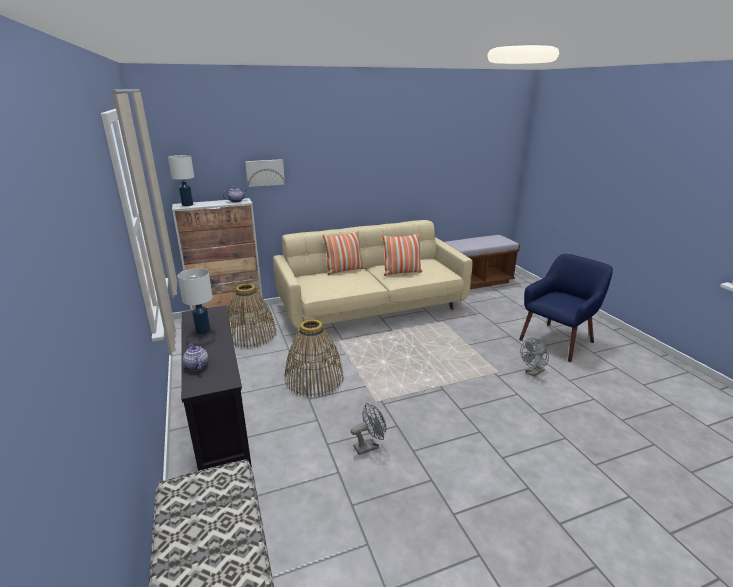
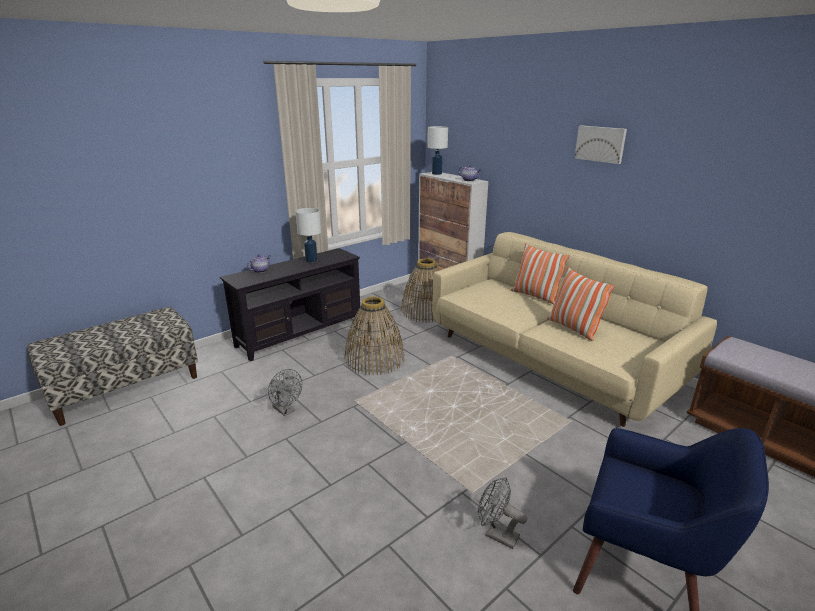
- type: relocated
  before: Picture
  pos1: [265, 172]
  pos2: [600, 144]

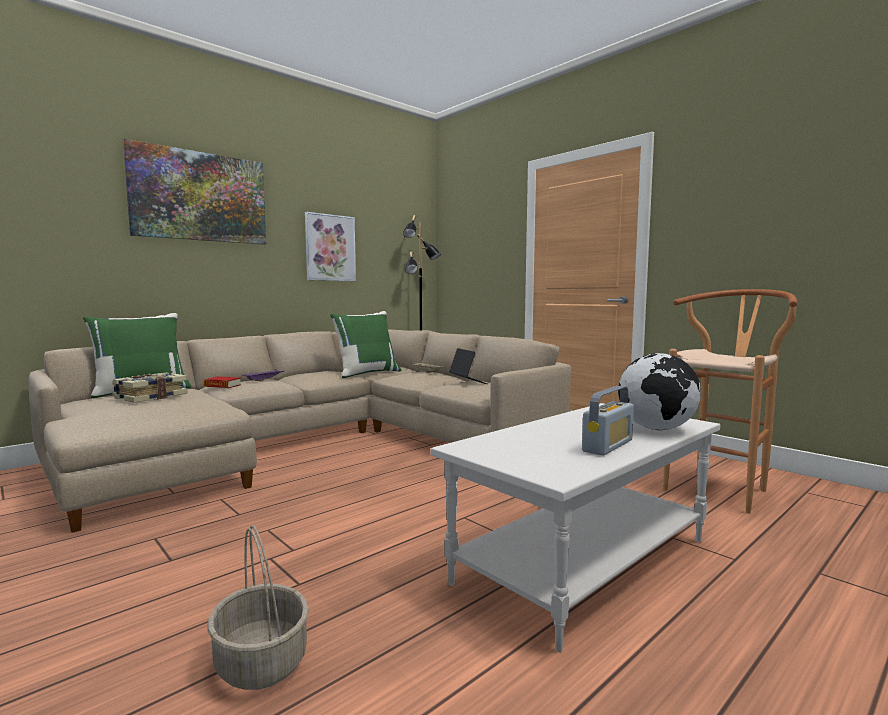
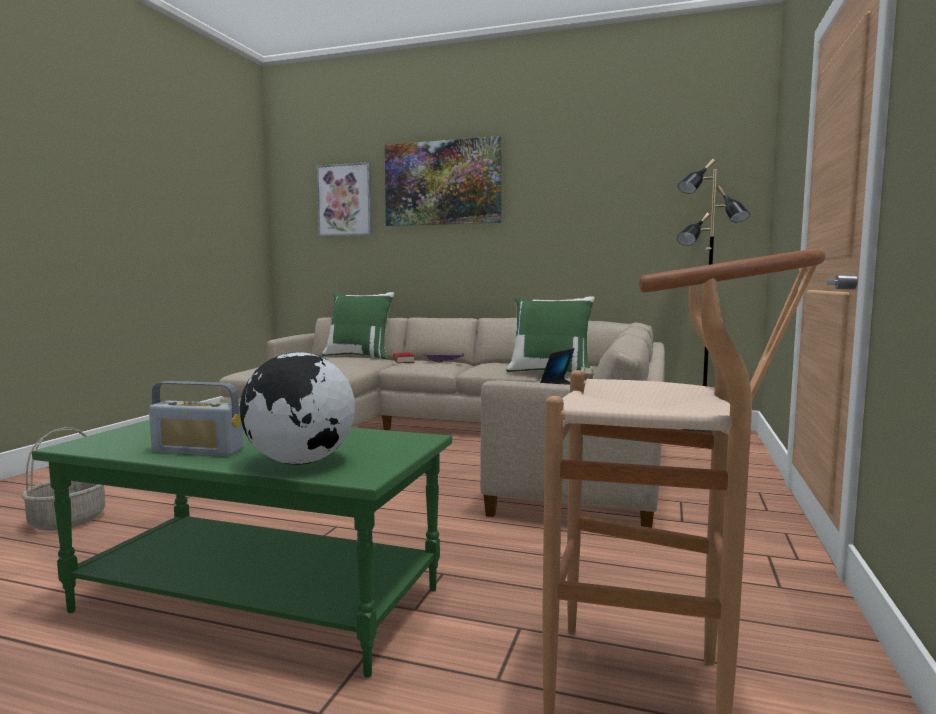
- type: missing
  before: Volume
  pos1: [150, 397]
- type: relocated
  before: Picture
  pos1: [330, 248]
  pos2: [345, 200]
- type: colour
  before: WhiteLoungeTable
  after: GreenColouredLoungeTable
  pos1: [583, 560]
  pos2: [261, 599]

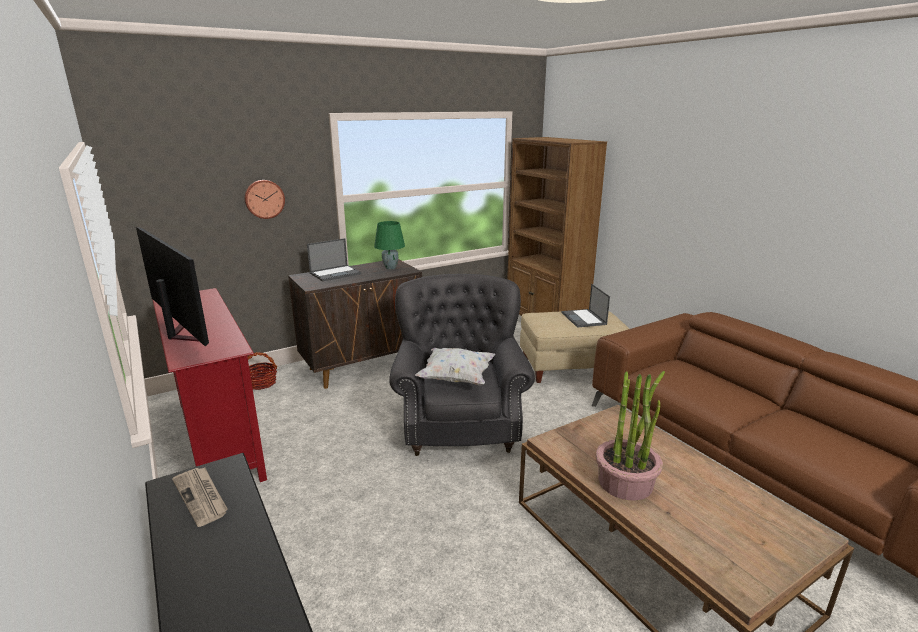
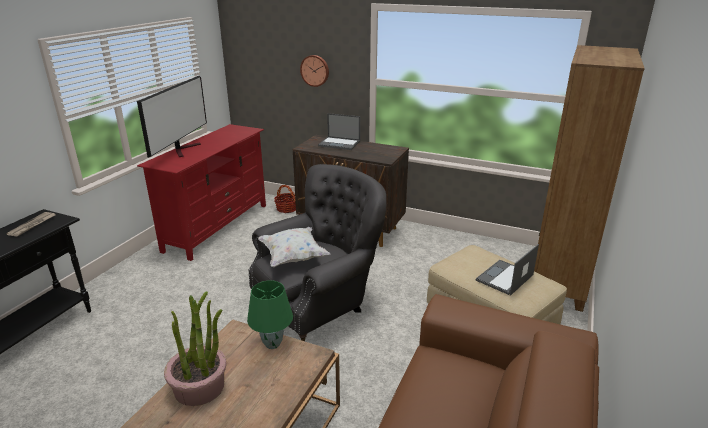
- type: relocated
  before: GreenColouredLampForATable
  pos1: [390, 268]
  pos2: [272, 344]

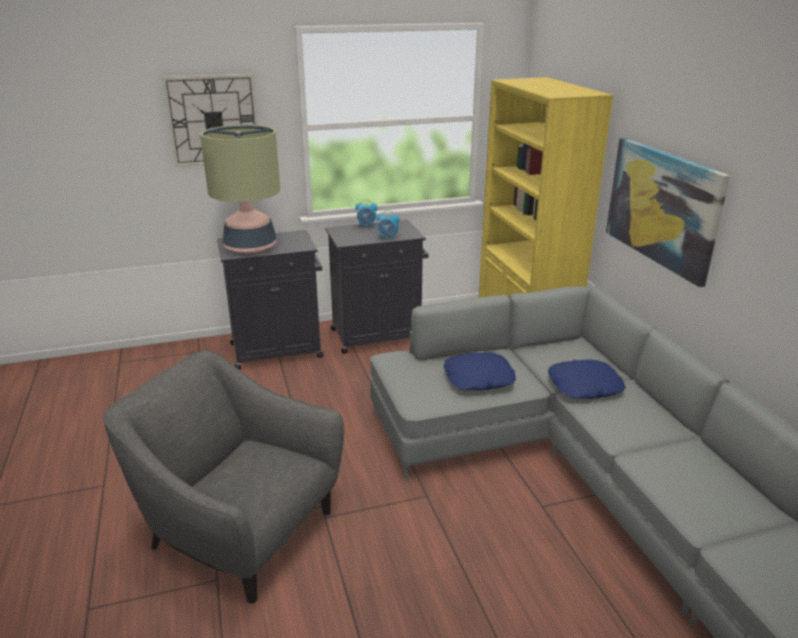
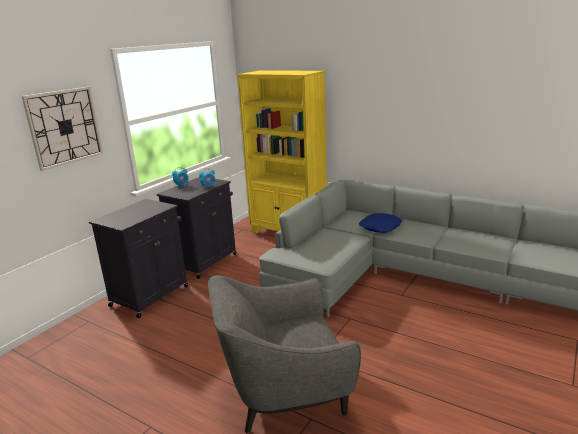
- type: missing
  before: LampForATable
  pos1: [250, 247]
- type: missing
  before: BlueCushion
  pos1: [479, 379]
- type: missing
  before: Picture
  pos1: [662, 207]

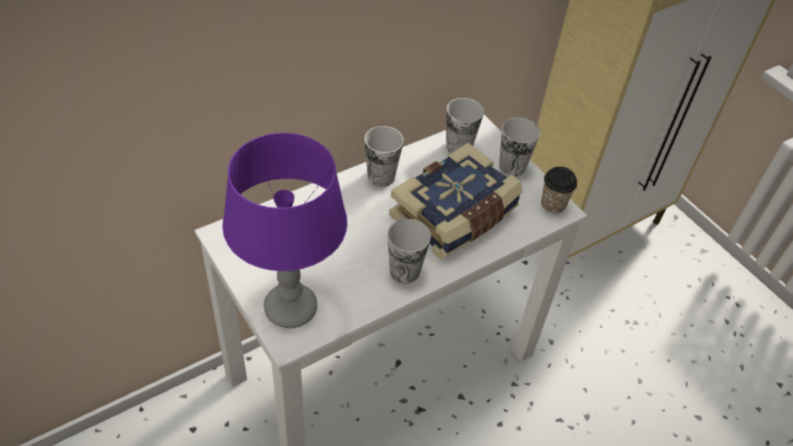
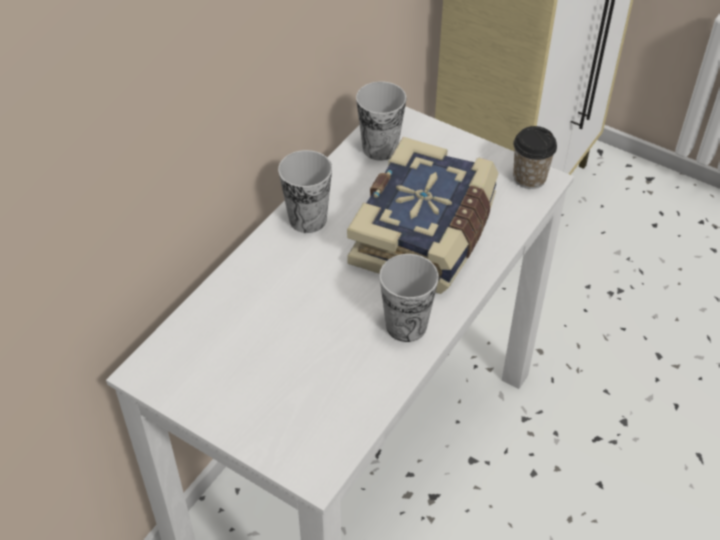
- type: missing
  before: PurplishLampForATable
  pos1: [290, 308]
- type: missing
  before: Cup
  pos1: [512, 167]

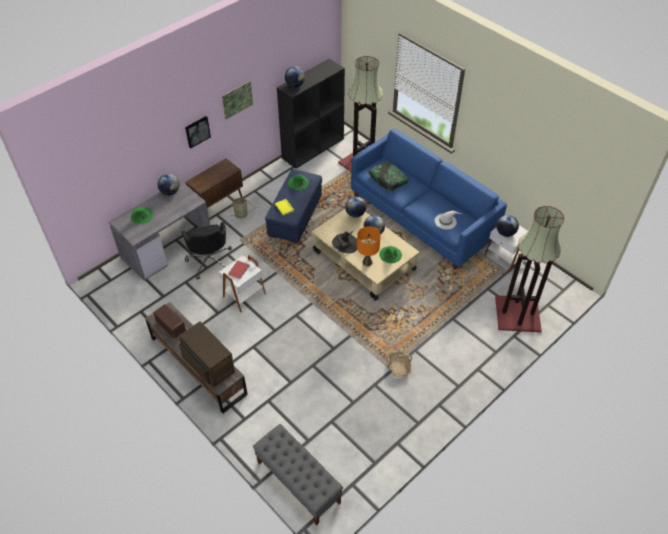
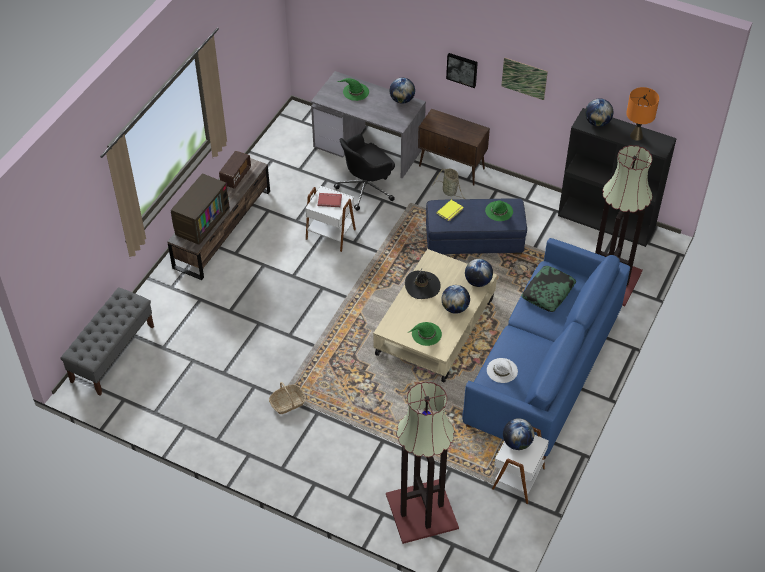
- type: relocated
  before: OrangeColouredLampForATable
  pos1: [367, 262]
  pos2: [636, 136]

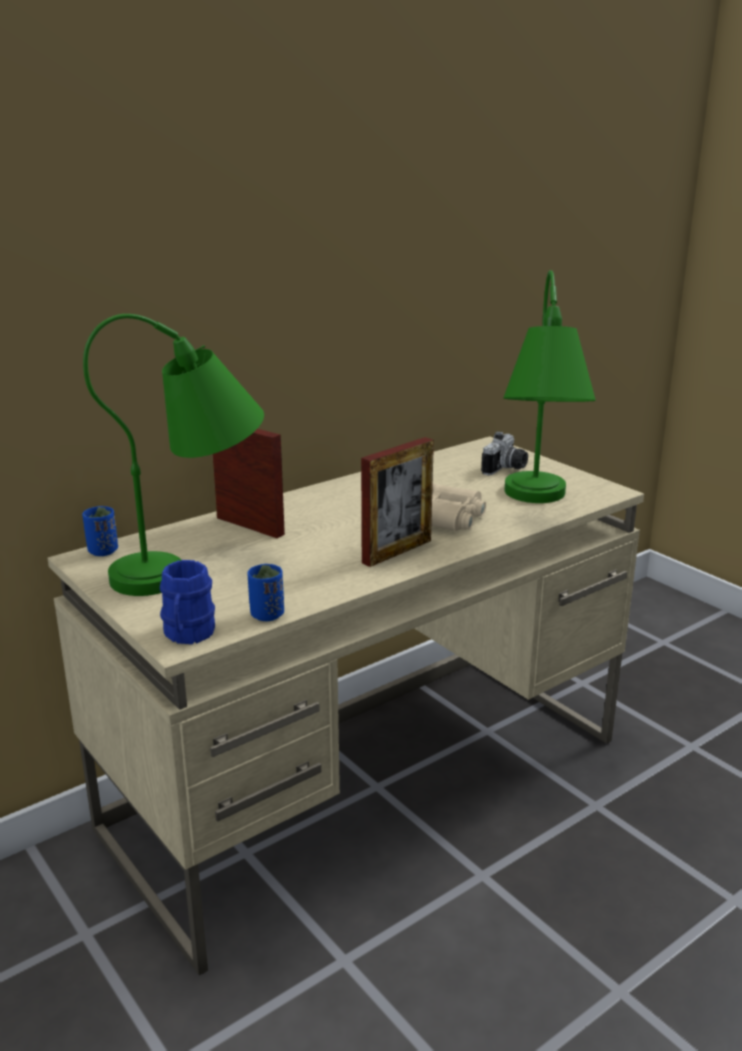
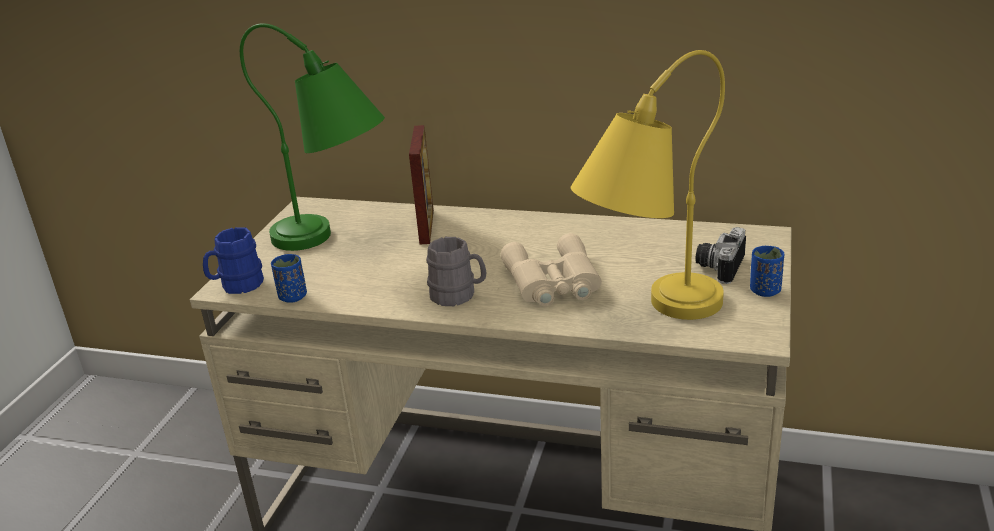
- type: relocated
  before: BlueCup
  pos1: [103, 551]
  pos2: [765, 291]
- type: exchanged
  before: PhotoFrame
  after: GreyishTeaMug
  pos1: [397, 551]
  pos2: [458, 295]
- type: colour
  before: GreenColouredLampForATable
  after: YellowishLampForATable
  pos1: [536, 507]
  pos2: [647, 316]
- type: spun
  before: PhotoCamera
  pos1: [506, 469]
  pos2: [718, 267]
  turn: 120

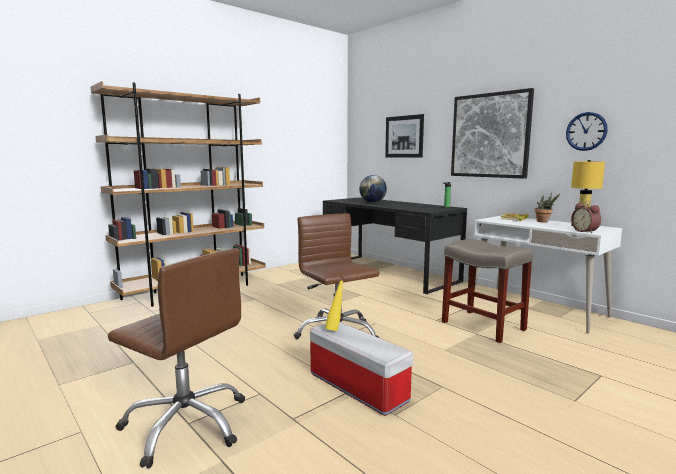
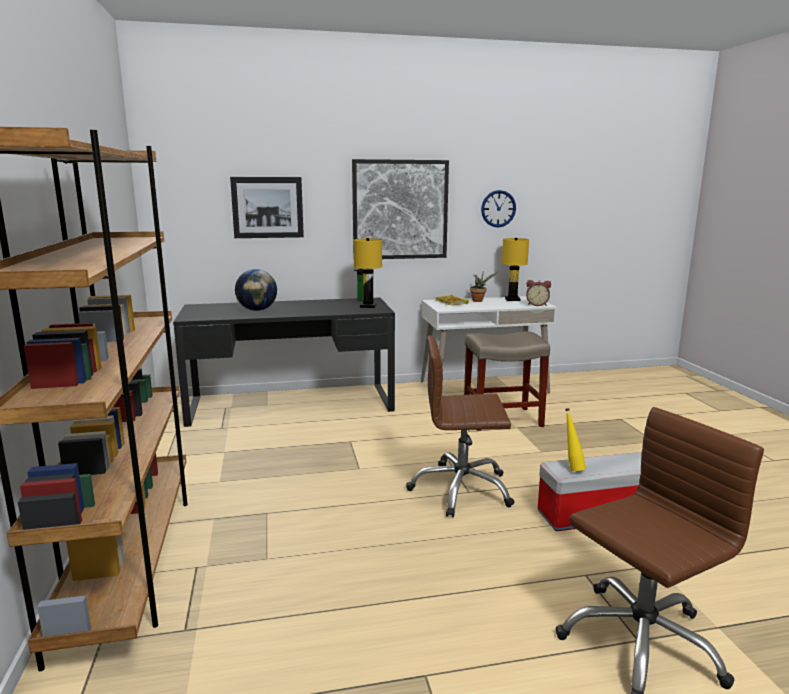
- type: appeared
  after: YellowishLampForATable
  pos2: [368, 306]

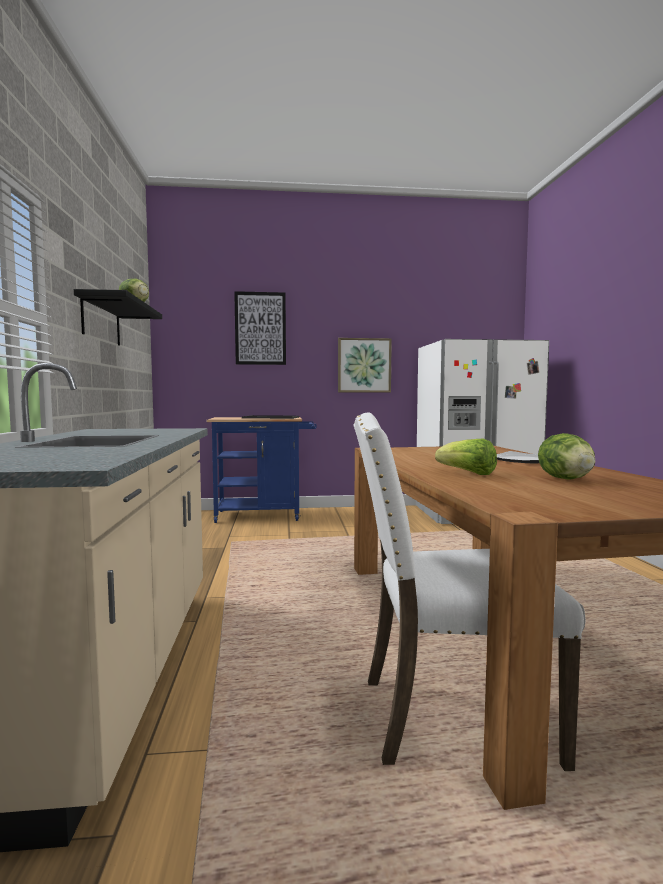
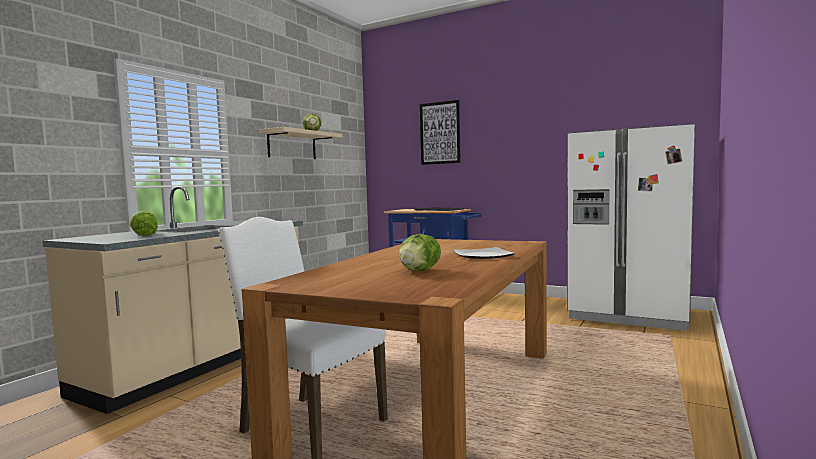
- type: missing
  before: Picture
  pos1: [364, 365]
- type: relocated
  before: LettuceHead
  pos1: [468, 473]
  pos2: [146, 235]
- type: colour
  before: BlackColouredWallShelf
  after: BeigeColouredWallShelf
  pos1: [101, 321]
  pos2: [292, 145]

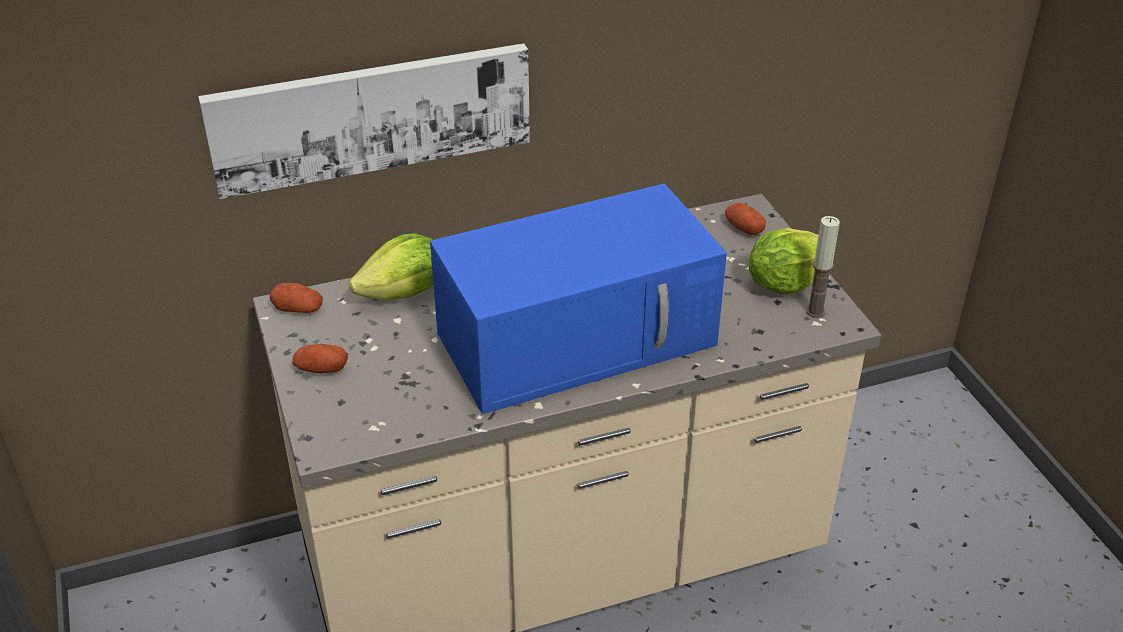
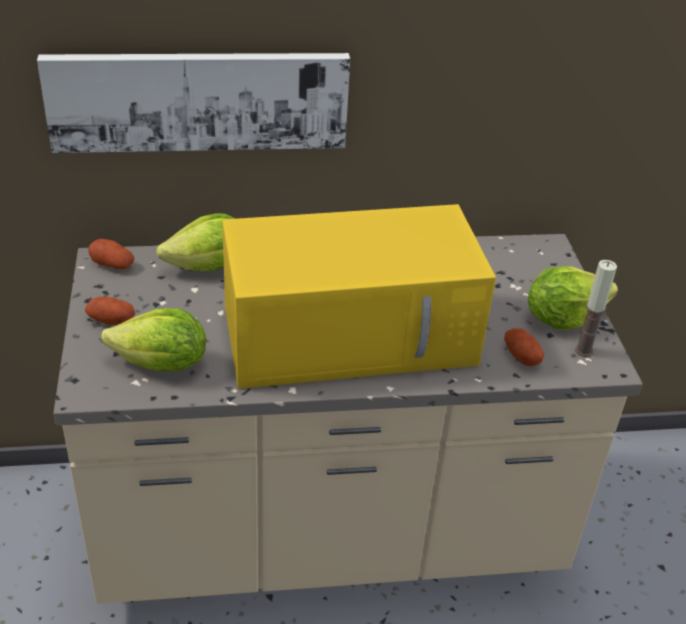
- type: appeared
  after: LettuceHead
  pos2: [162, 365]
- type: relocated
  before: WholePotato
  pos1: [743, 228]
  pos2: [521, 356]
- type: colour
  before: BlueKitchenMicrowave
  after: YellowishKitchenMicrowave
  pos1: [580, 337]
  pos2: [353, 334]

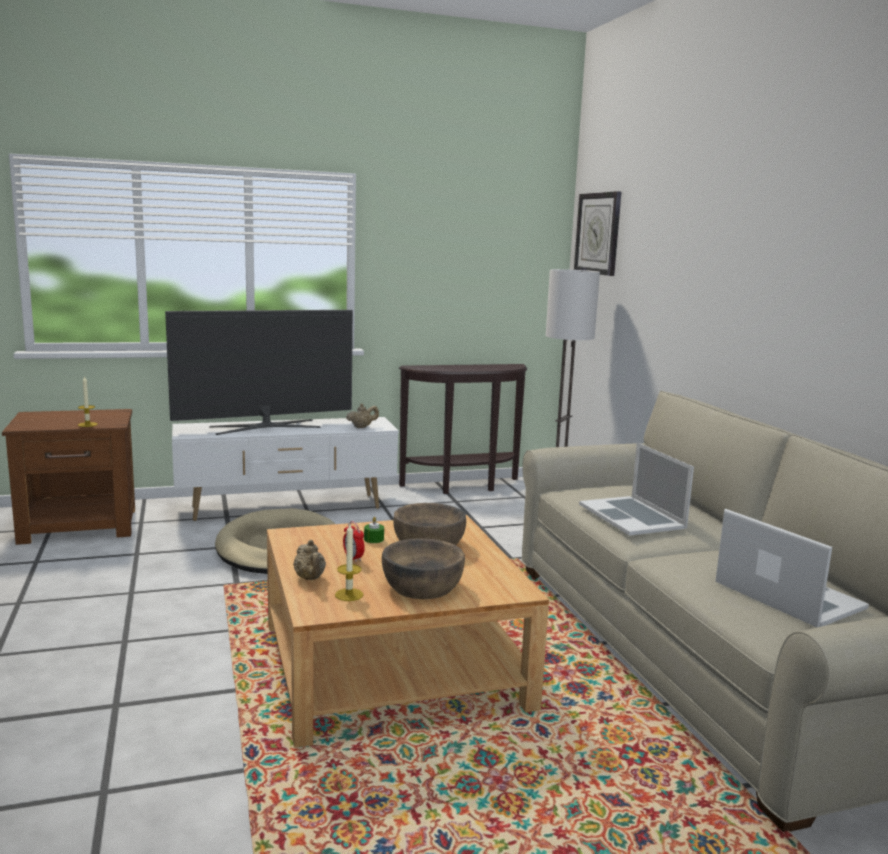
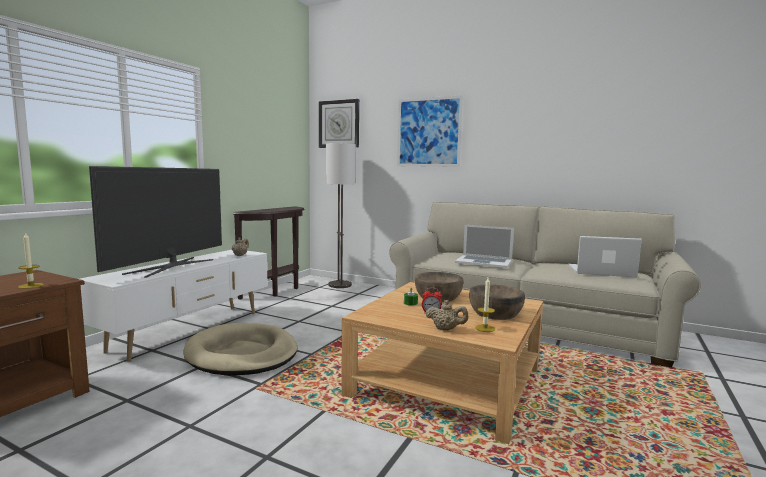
- type: appeared
  after: Picture
  pos2: [428, 132]

